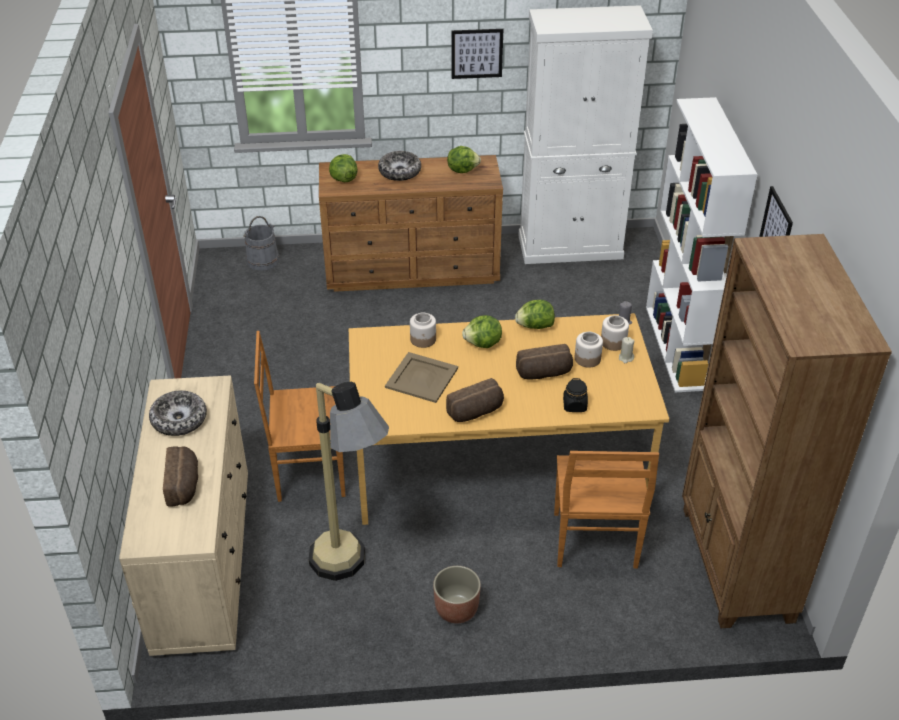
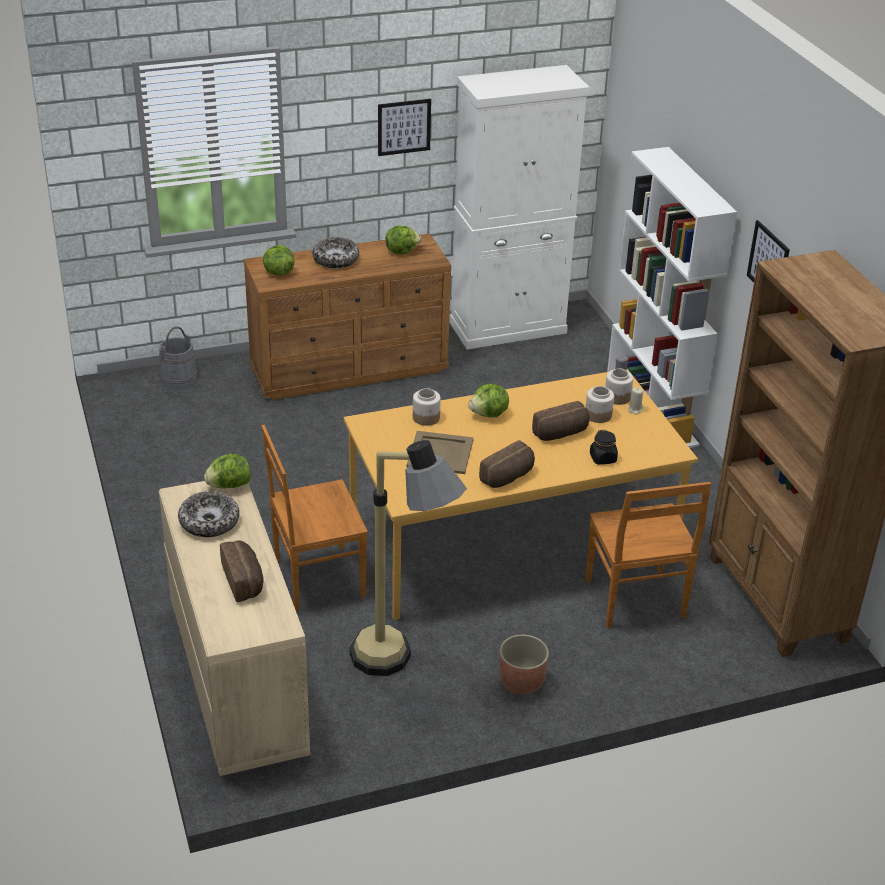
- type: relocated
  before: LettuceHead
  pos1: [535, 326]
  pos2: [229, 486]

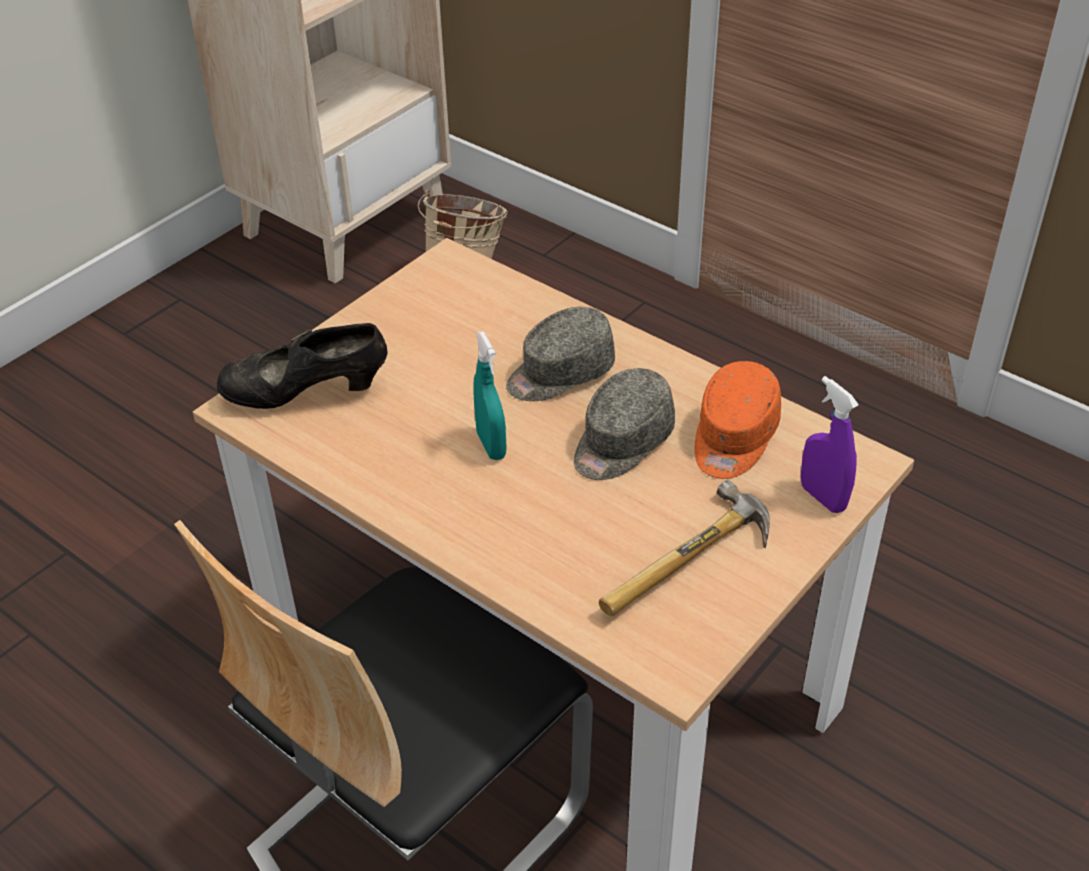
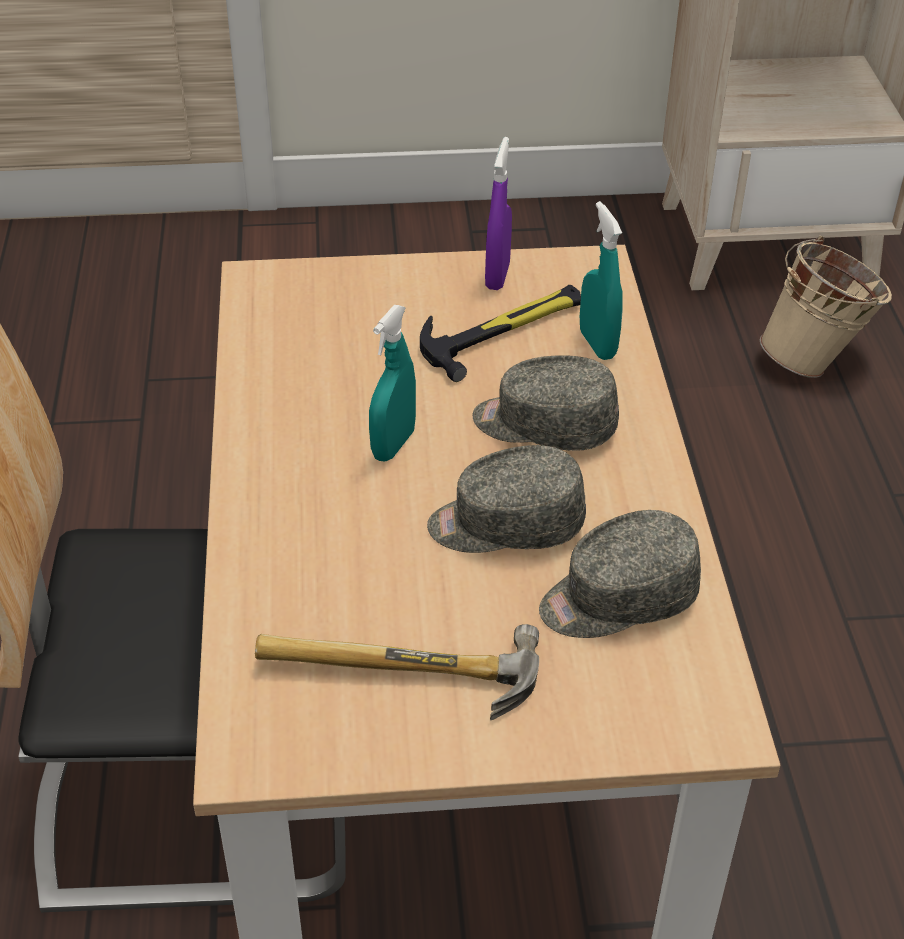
- type: missing
  before: BlackColouredLowShoe
  pos1: [306, 394]
- type: appeared
  after: ToolHammer
  pos2: [503, 330]
- type: appeared
  after: TurquoiseColouredHandSprayer
  pos2: [597, 344]
- type: relocated
  before: PurplishHandSprayer
  pos1: [822, 497]
  pos2: [497, 276]
- type: colour
  before: OrangeColouredCap
  after: GreyishCap
  pos1: [733, 438]
  pos2: [617, 599]

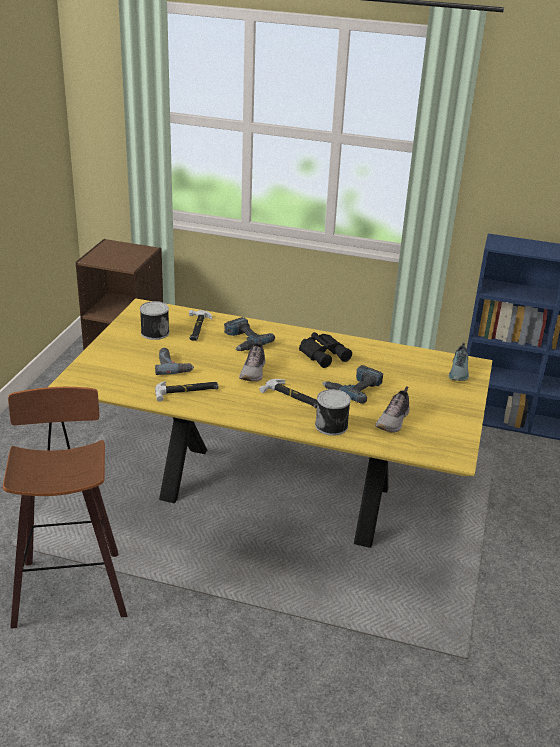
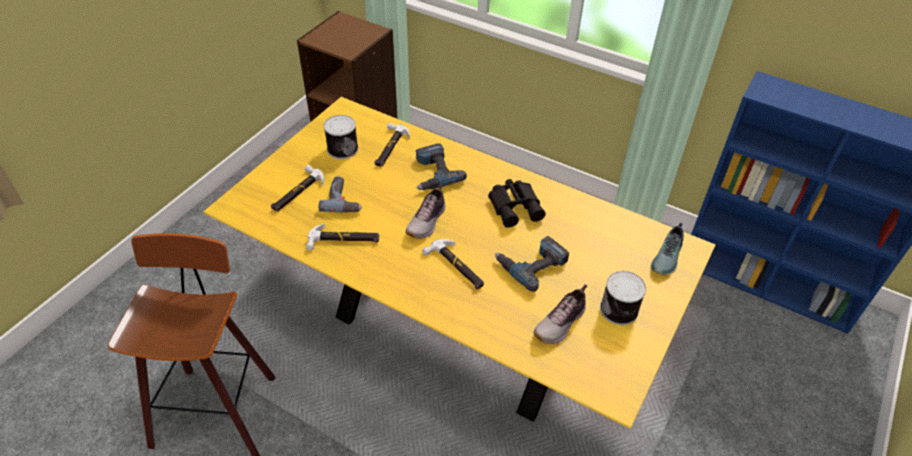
- type: appeared
  after: ToolHammer
  pos2: [297, 192]
- type: relocated
  before: Can
  pos1: [332, 425]
  pos2: [620, 309]

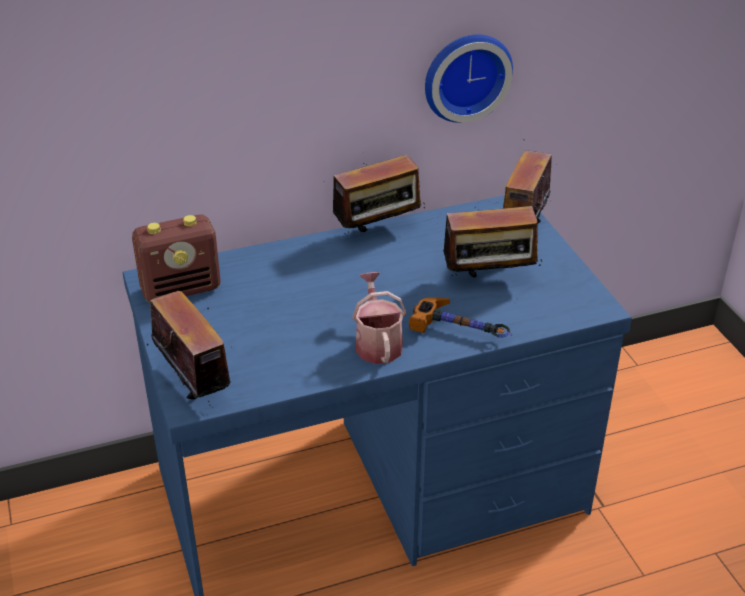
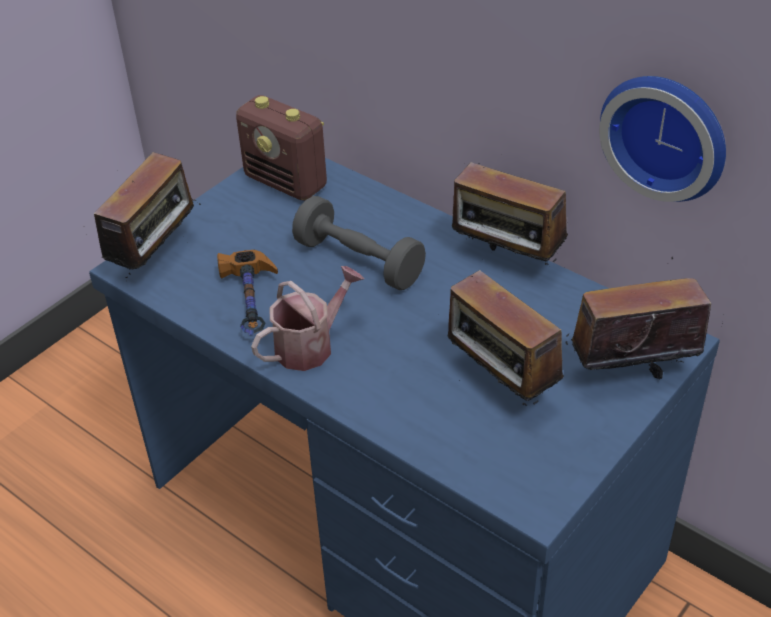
- type: appeared
  after: GreyishHandWeight
  pos2: [359, 261]
- type: relocated
  before: ToolHammer
  pos1: [462, 330]
  pos2: [252, 304]

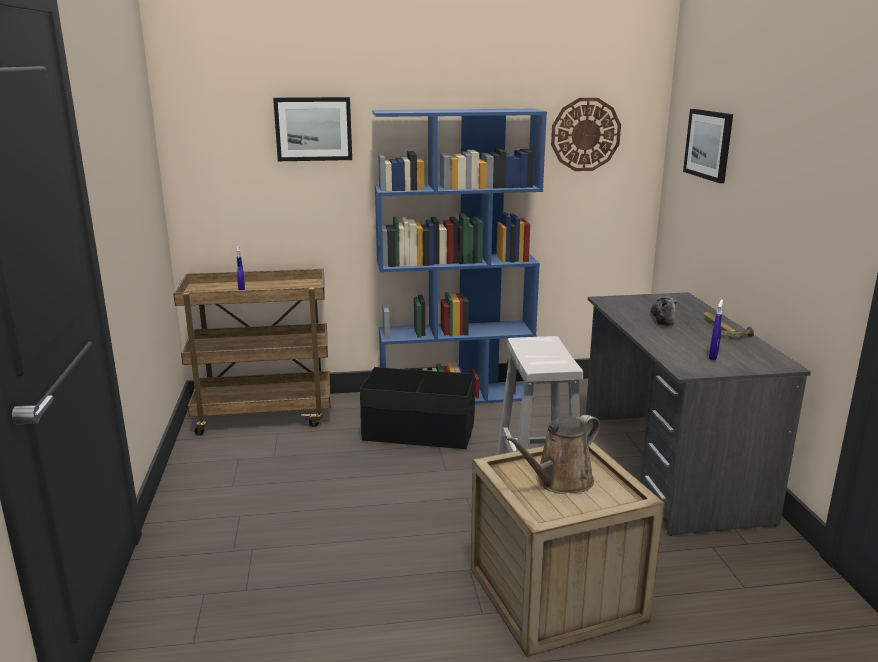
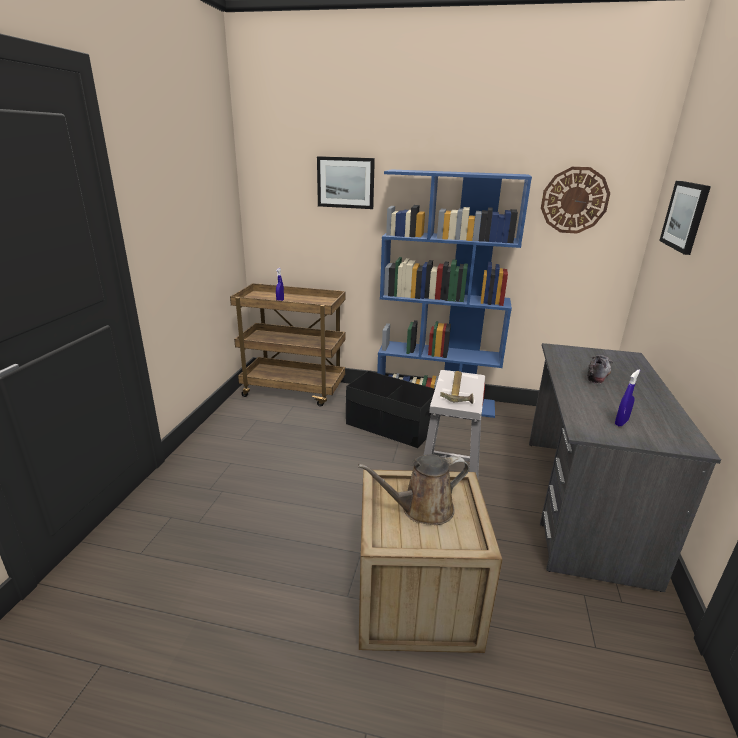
- type: relocated
  before: ToolHammer
  pos1: [723, 328]
  pos2: [458, 390]

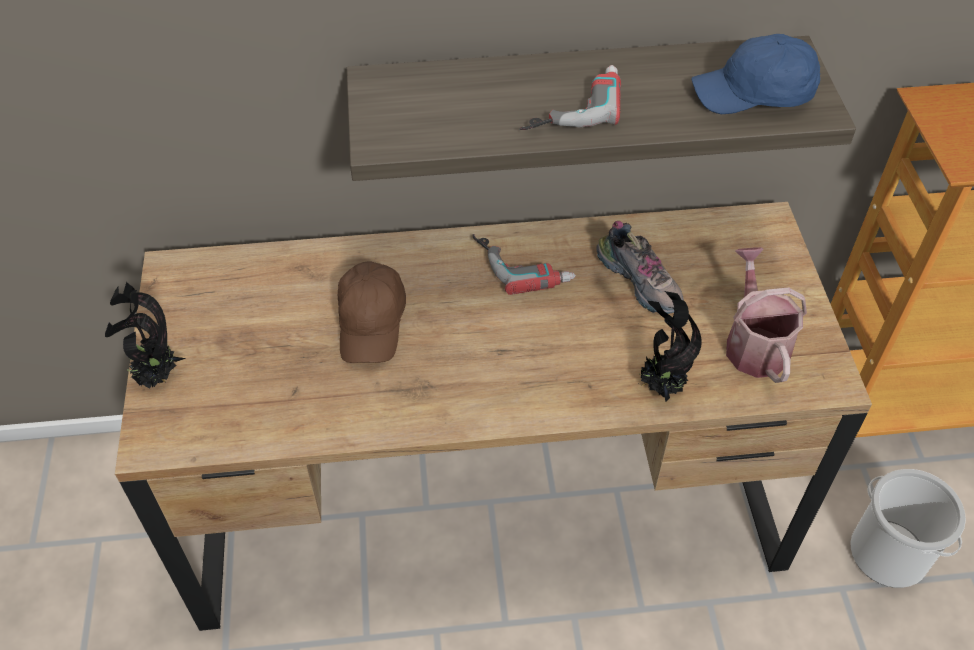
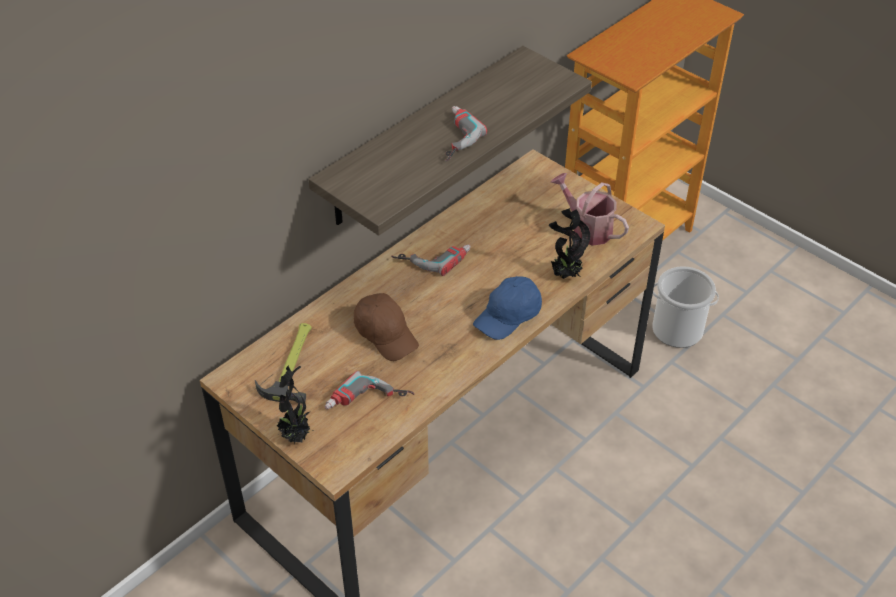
- type: missing
  before: LowShoe
  pos1: [641, 282]
- type: appeared
  after: ToolHammer
  pos2: [292, 364]
- type: appeared
  after: ElectricDrill
  pos2: [368, 403]
- type: relocated
  before: BlueCap
  pos1: [754, 94]
  pos2: [509, 316]

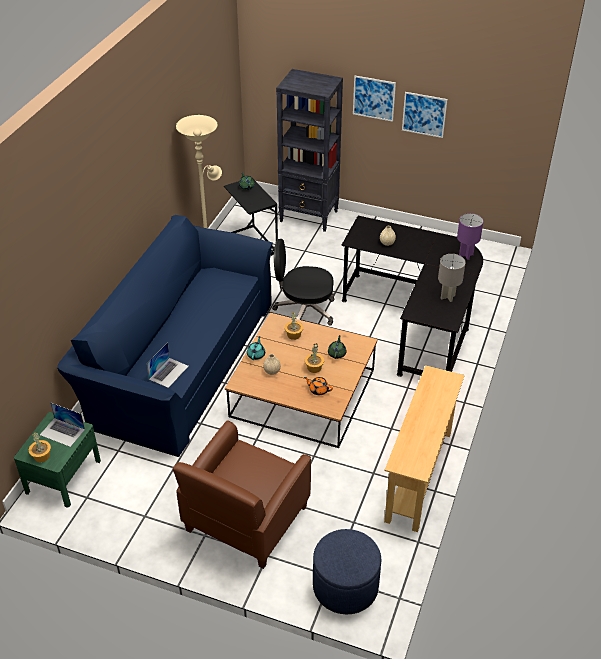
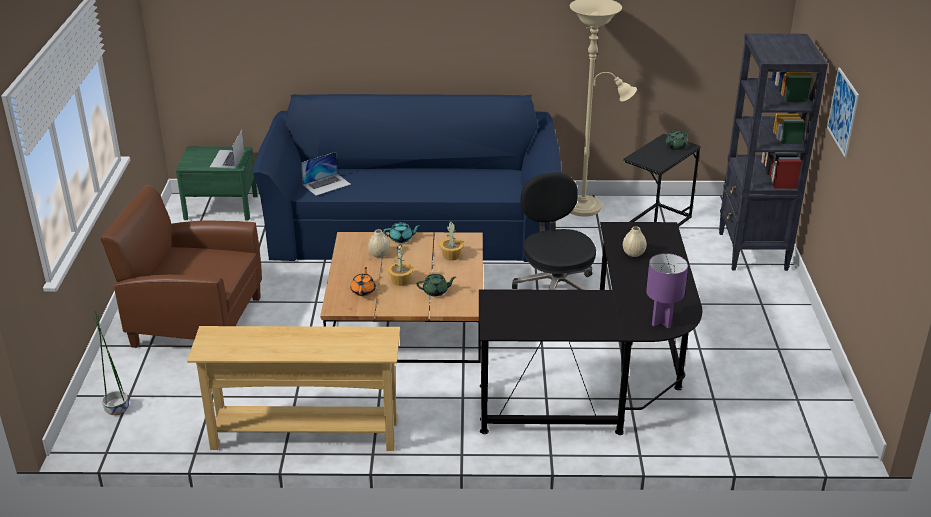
- type: missing
  before: Houseplant
  pos1: [42, 456]
- type: missing
  before: Picture
  pos1: [424, 114]
- type: missing
  before: GreyishLampForATable
  pos1: [447, 297]
- type: exchanged
  before: BlueOttoman
  after: GreenColouredPlanter
  pos1: [345, 586]
  pos2: [116, 408]
- type: spun
  before: PortableComputer
  pos1: [168, 372]
  pos2: [327, 184]
  turn: -45

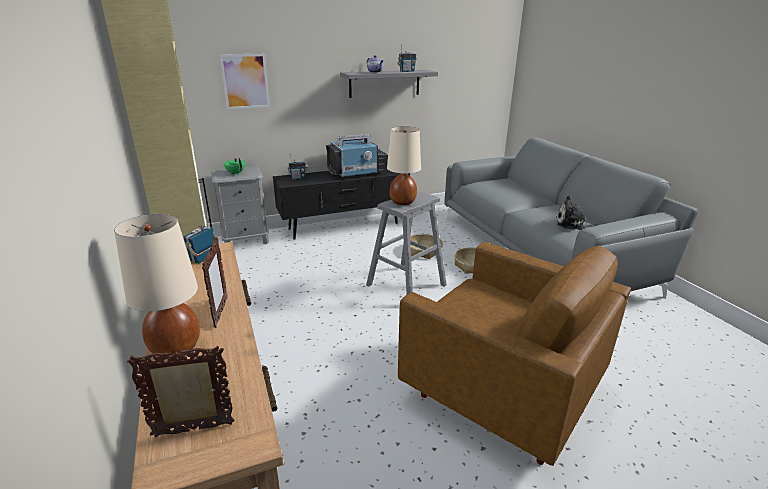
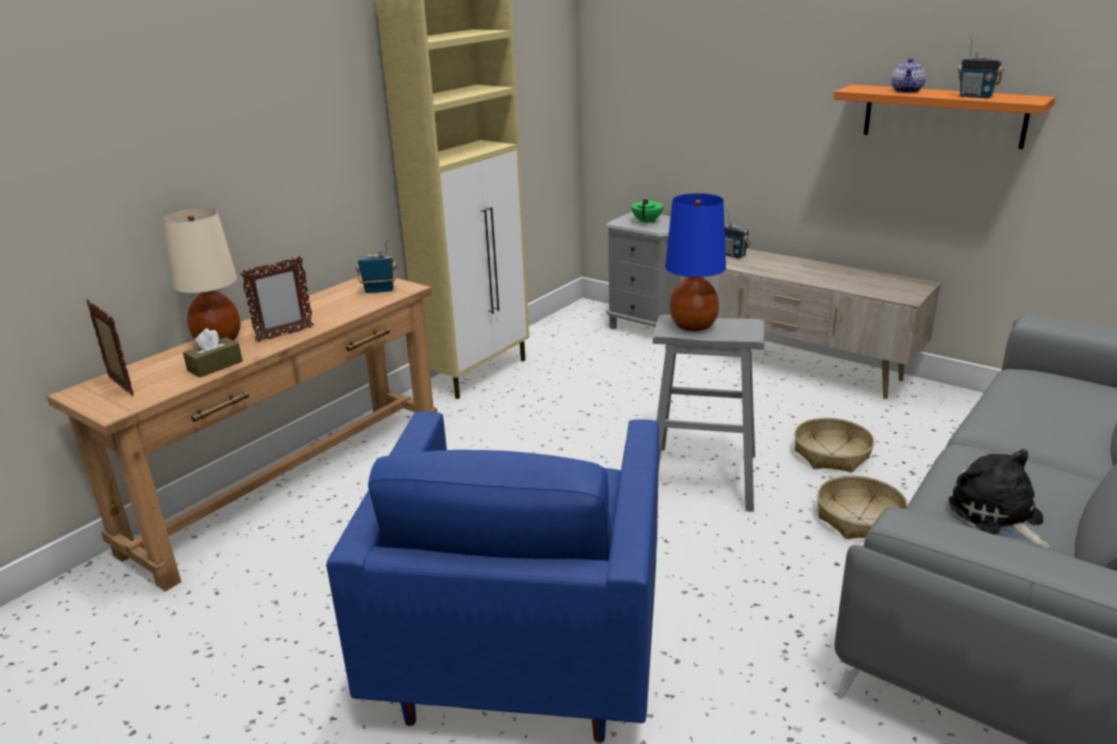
- type: missing
  before: Picture
  pos1: [245, 81]
- type: missing
  before: Television
  pos1: [358, 173]
- type: appeared
  after: BrownTissueHolder
  pos2: [215, 366]
- type: colour
  before: BlackColouredTvUnit
  after: BeigeColouredTvUnit
  pos1: [344, 227]
  pos2: [795, 365]
- type: colour
  before: GreyishWallShelf
  after: OrangeColouredWallShelf
  pos1: [384, 83]
  pos2: [943, 116]
- type: colour
  before: BeigeColouredLampForATable
  after: BlueLampForATable
  pos1: [402, 202]
  pos2: [693, 325]
- type: colour
  before: BrownLoungeChair
  after: BlueLoungeChair
  pos1: [500, 393]
  pos2: [522, 647]

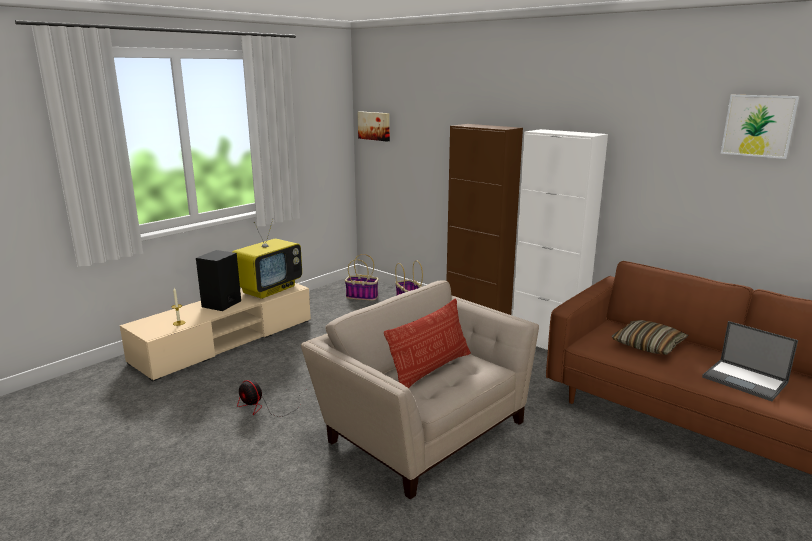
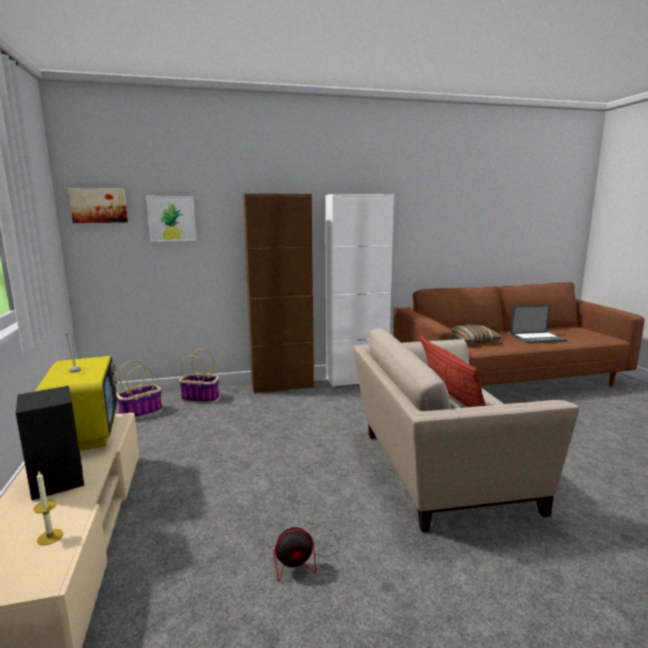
- type: relocated
  before: Picture
  pos1: [758, 126]
  pos2: [171, 218]

